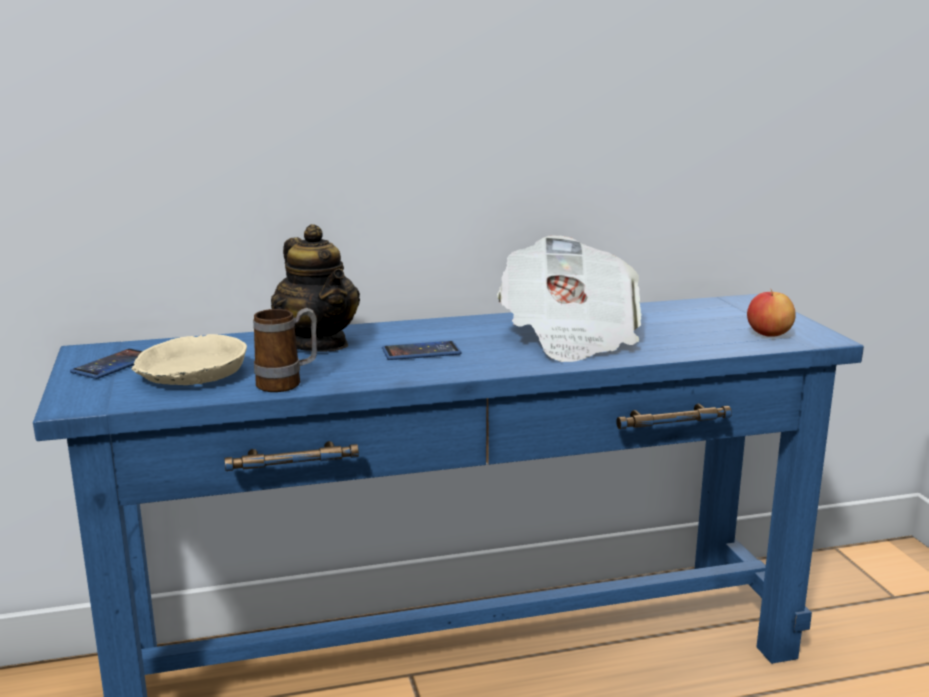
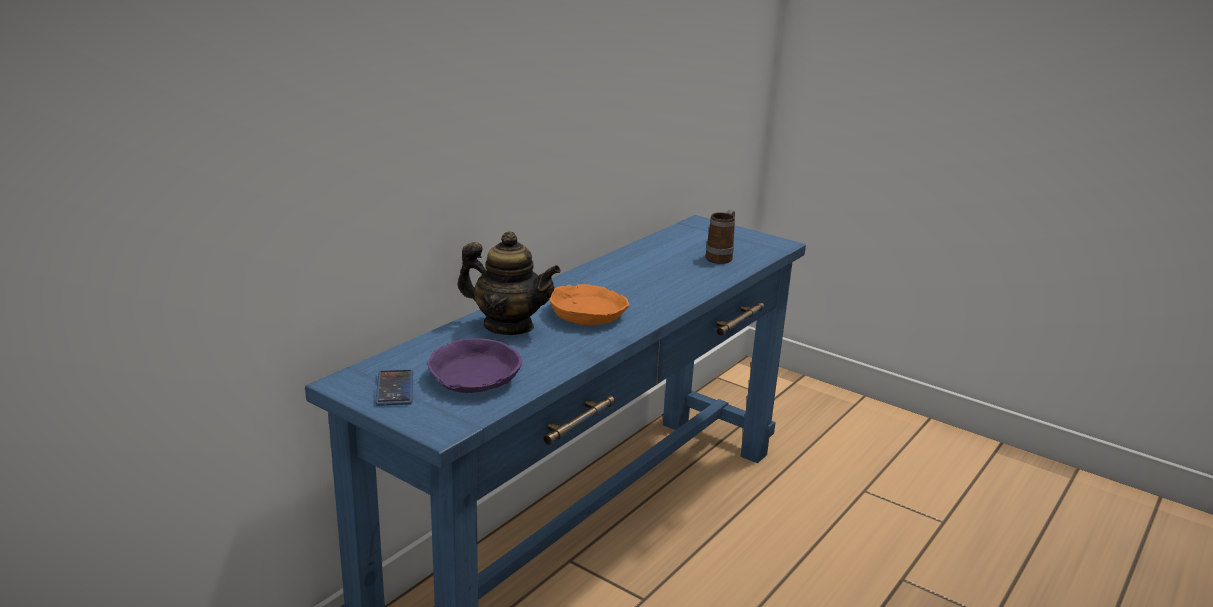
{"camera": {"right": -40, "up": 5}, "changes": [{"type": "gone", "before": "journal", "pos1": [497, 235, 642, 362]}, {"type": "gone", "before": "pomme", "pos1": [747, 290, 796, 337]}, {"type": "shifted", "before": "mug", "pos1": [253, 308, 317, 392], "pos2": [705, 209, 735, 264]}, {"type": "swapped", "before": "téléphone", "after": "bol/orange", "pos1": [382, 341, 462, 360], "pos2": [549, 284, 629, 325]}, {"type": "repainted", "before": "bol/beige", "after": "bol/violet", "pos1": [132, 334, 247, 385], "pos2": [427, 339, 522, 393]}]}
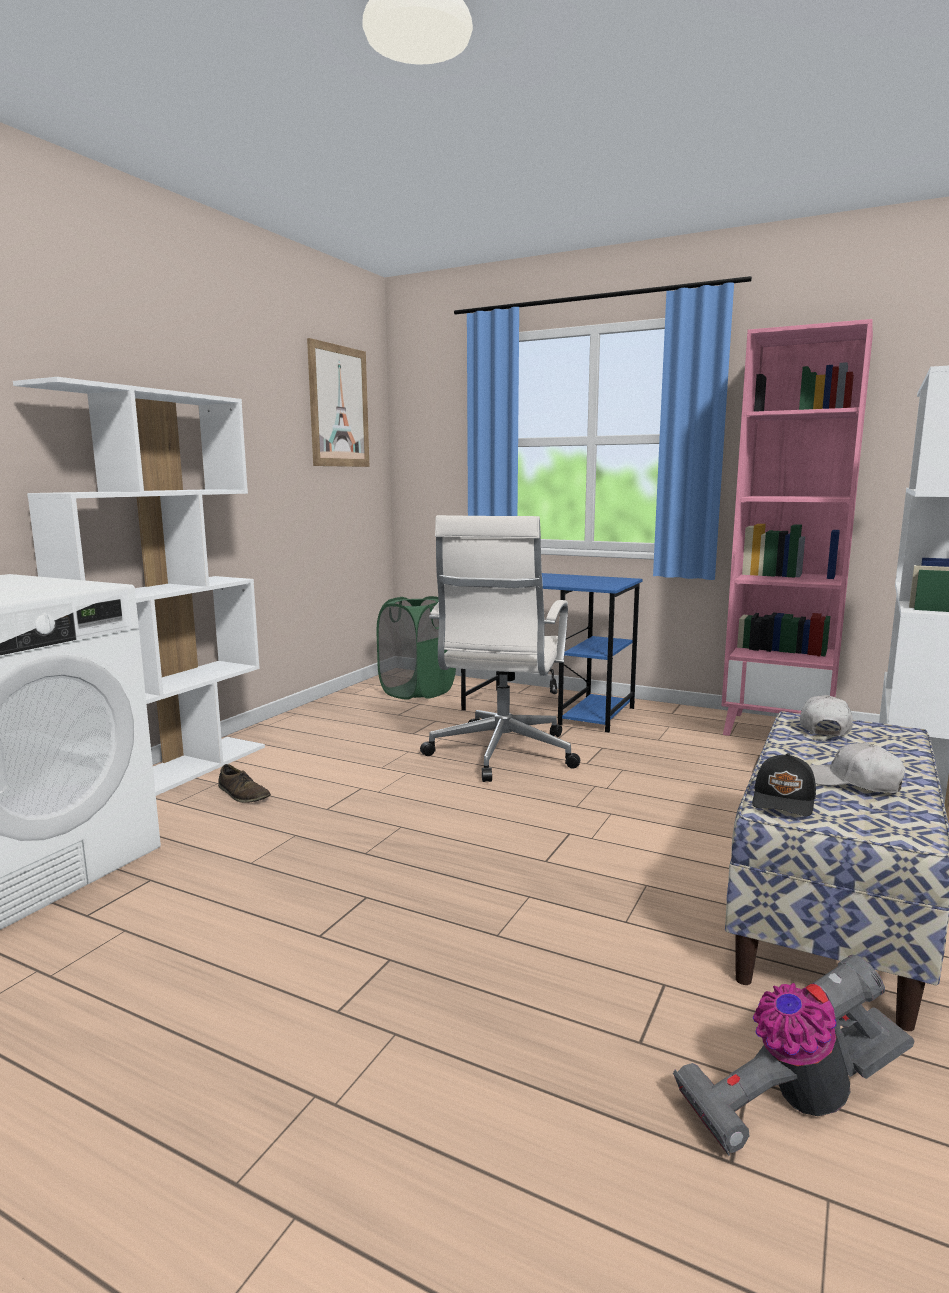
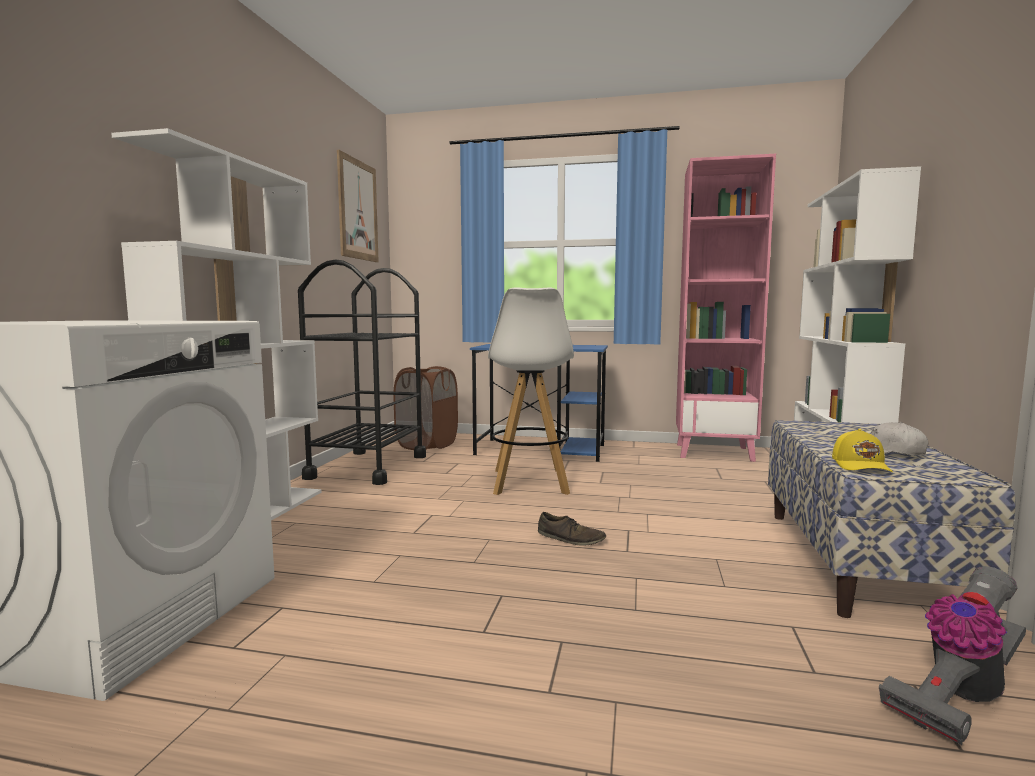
{"camera": {"right": -15, "up": -5}, "changes": [{"type": "gone", "before": "casquette/blanc", "pos1": [800, 695, 853, 736]}, {"type": "new", "after": "chariot/noir", "pos2": [298, 259, 426, 485]}, {"type": "shifted", "before": "chaussure/marron", "pos1": [218, 764, 271, 803], "pos2": [538, 512, 606, 546]}, {"type": "swapped", "before": "chaise de bureau/blanc", "after": "tabouret/blanc", "pos1": [420, 515, 580, 782], "pos2": [488, 287, 574, 495]}, {"type": "repainted", "before": "panier à linge/vert", "after": "panier à linge/marron", "pos1": [377, 596, 456, 700], "pos2": [393, 366, 458, 450]}, {"type": "repainted", "before": "casquette/noir", "after": "casquette/jaune", "pos1": [752, 753, 816, 816], "pos2": [832, 429, 893, 472]}]}
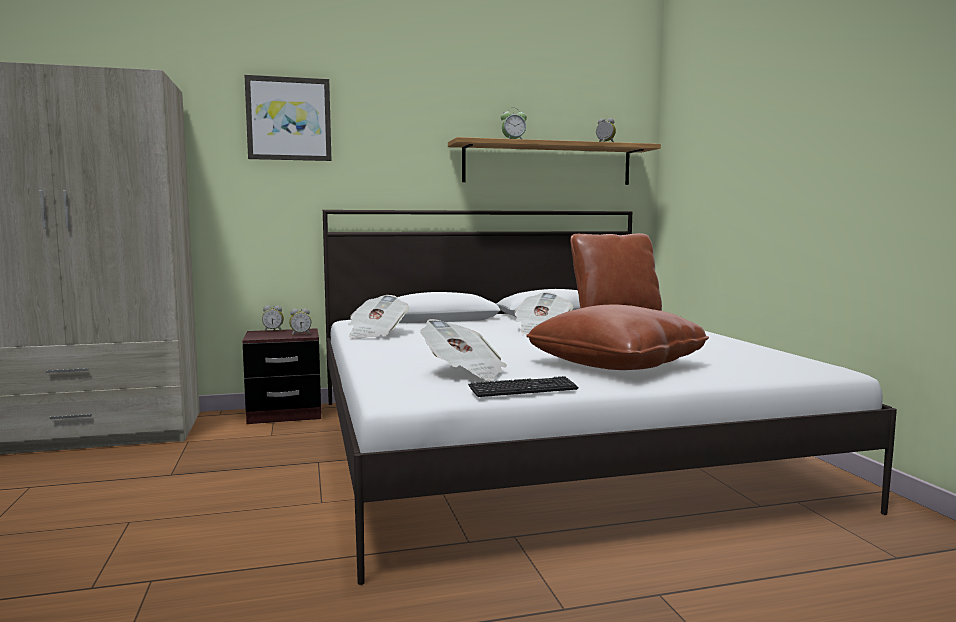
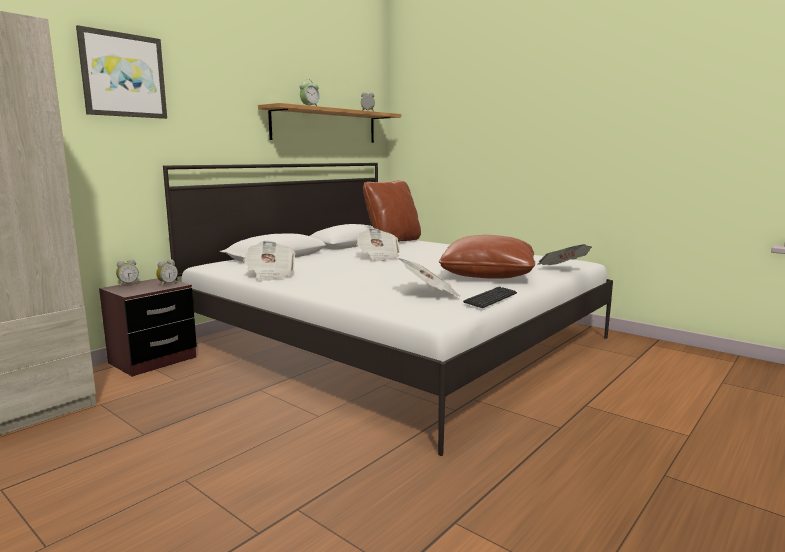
{"camera": {"right": -35, "up": 5}, "changes": [{"type": "new", "after": "journal", "pos2": [538, 244, 592, 265]}]}
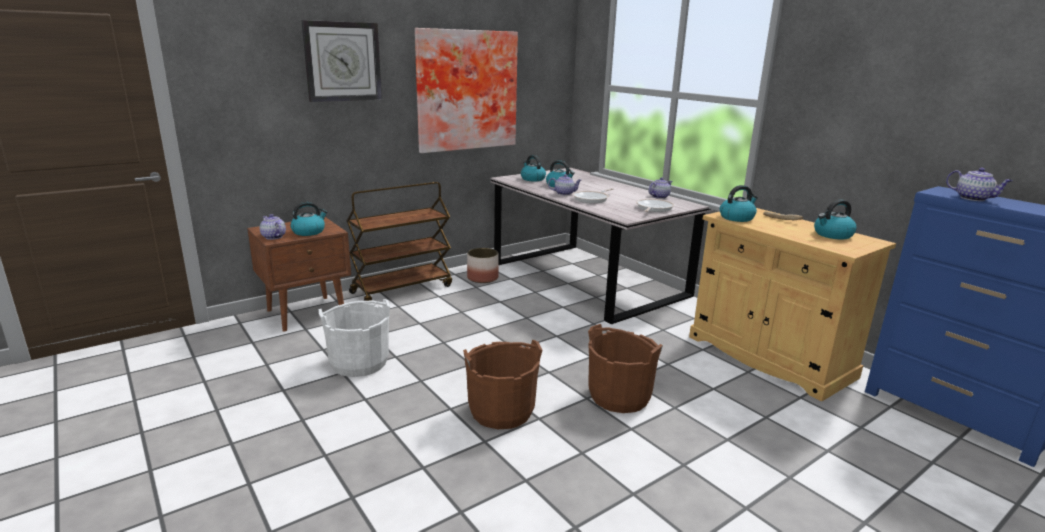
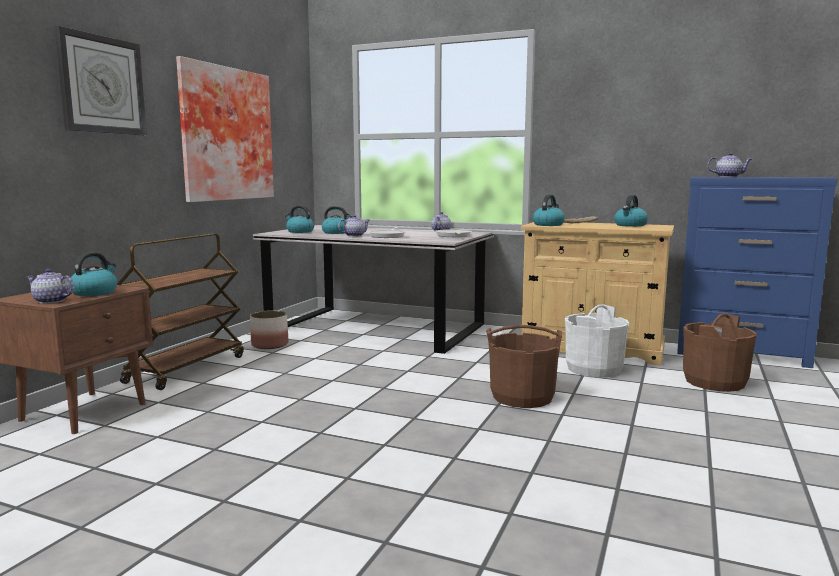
{"camera": {"right": -30, "up": -10}, "changes": [{"type": "shifted", "before": "seau/blanc", "pos1": [319, 299, 390, 377], "pos2": [565, 304, 629, 378]}, {"type": "shifted", "before": "seau/marron", "pos1": [463, 340, 543, 429], "pos2": [683, 313, 757, 392]}]}
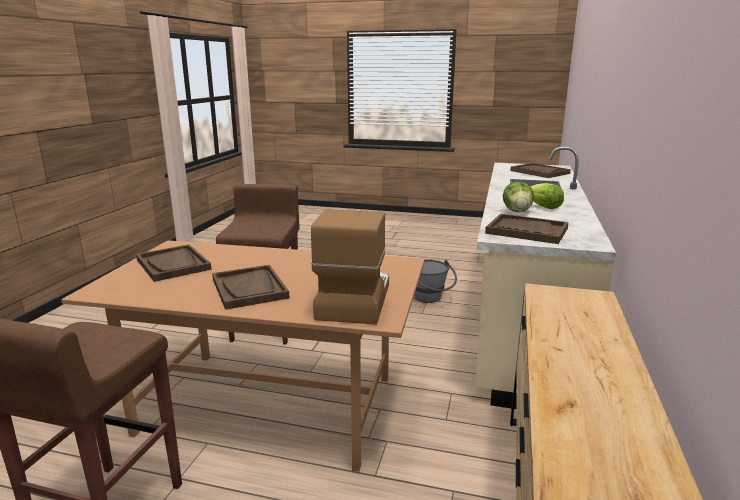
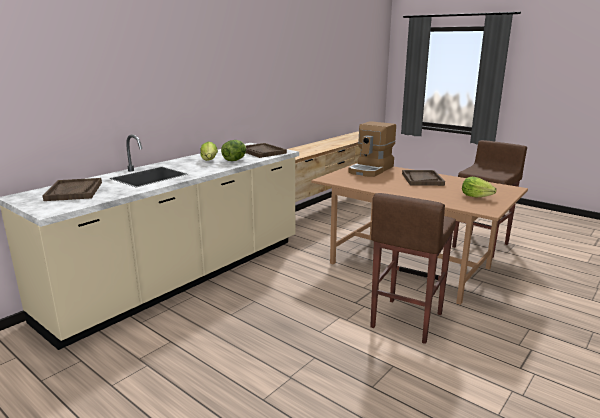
{"camera": {"right": -155, "up": 0}, "changes": [{"type": "gone", "before": "seau/gris", "pos1": [414, 259, 457, 303]}, {"type": "swapped", "before": "plateau/marron", "after": "laitue", "pos1": [136, 244, 212, 282], "pos2": [462, 177, 497, 198]}]}
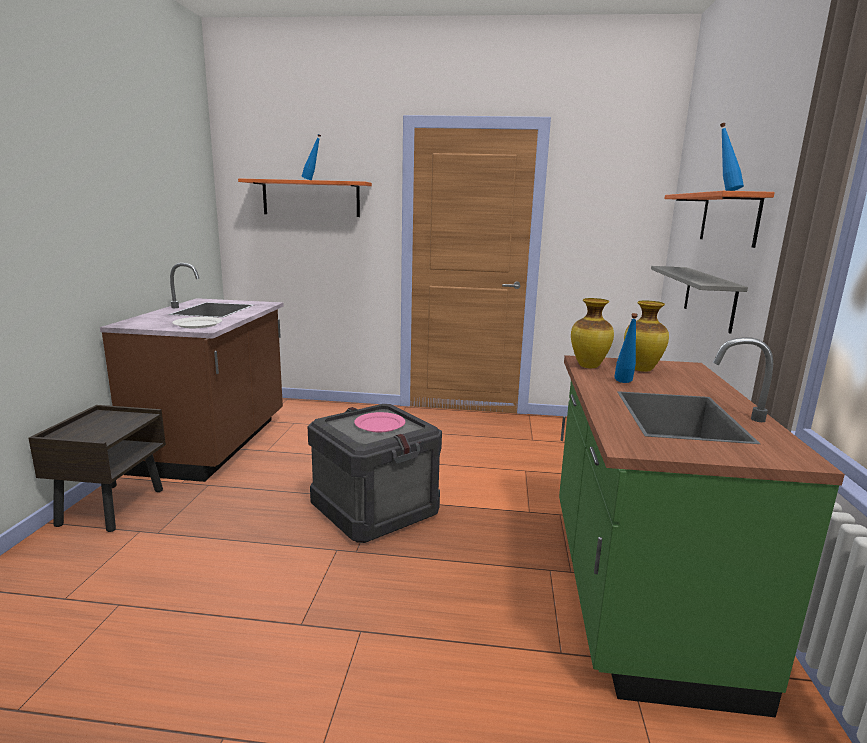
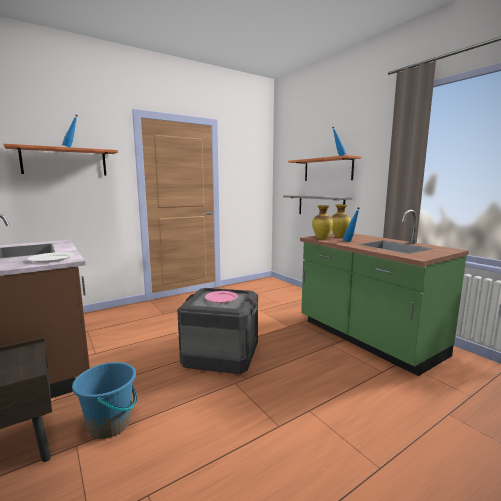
{"camera": {"right": -40, "up": -5}, "changes": [{"type": "new", "after": "seau/bleu", "pos2": [72, 362, 137, 439]}]}
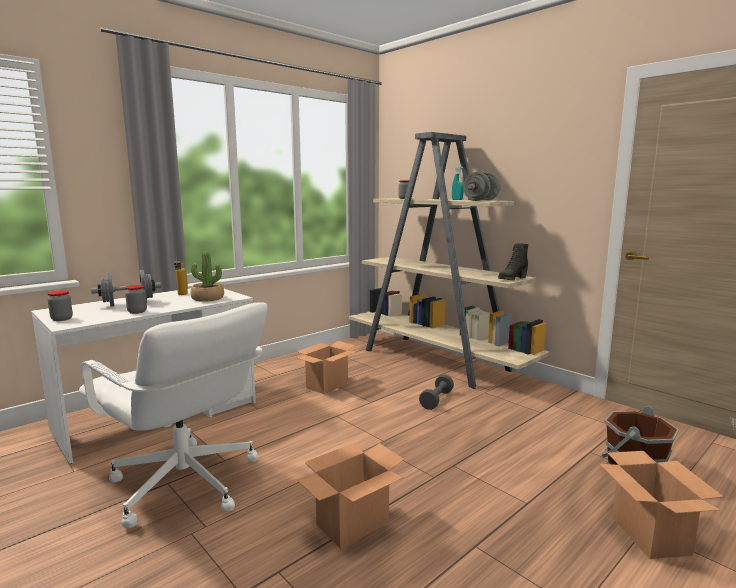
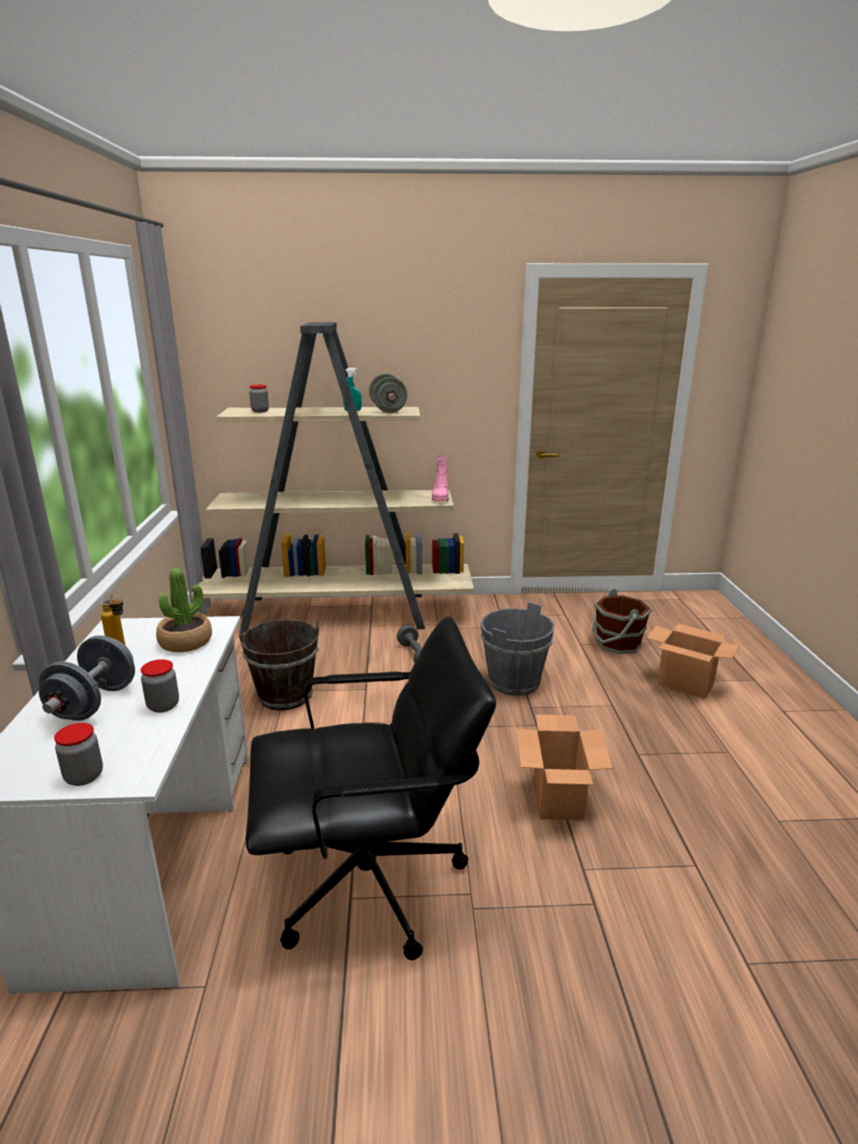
{"camera": {"right": -50, "up": 10}, "changes": [{"type": "new", "after": "seau/gris", "pos2": [480, 602, 555, 696]}, {"type": "swapped", "before": "carton", "after": "seau/marron", "pos1": [296, 341, 356, 394], "pos2": [239, 619, 319, 711]}, {"type": "repainted", "before": "chaise de bureau/blanc", "after": "chaise de bureau/noir", "pos1": [79, 302, 268, 528], "pos2": [246, 616, 496, 960]}, {"type": "repainted", "before": "botte/noir", "after": "botte/rose", "pos1": [498, 243, 528, 280], "pos2": [432, 455, 449, 501]}]}
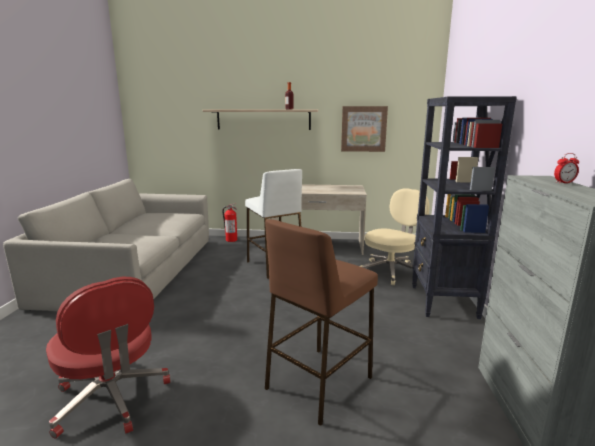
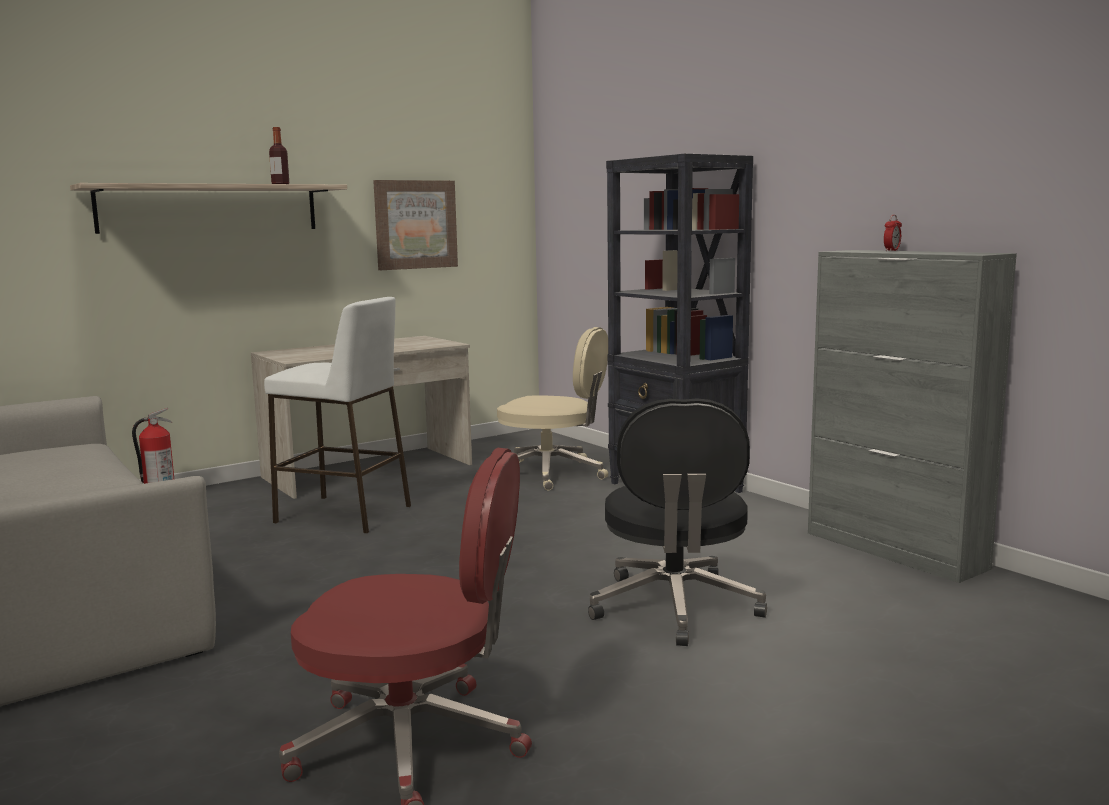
{"camera": {"right": -40, "up": -5}, "changes": [{"type": "swapped", "before": "tabouret/marron", "after": "chaise de bureau/noir", "pos1": [265, 219, 378, 426], "pos2": [588, 398, 767, 646]}, {"type": "rotated", "before": "chaise de bureau/beige", "pos1": [360, 188, 430, 285], "pos2": [497, 327, 608, 490], "turn": 105}]}
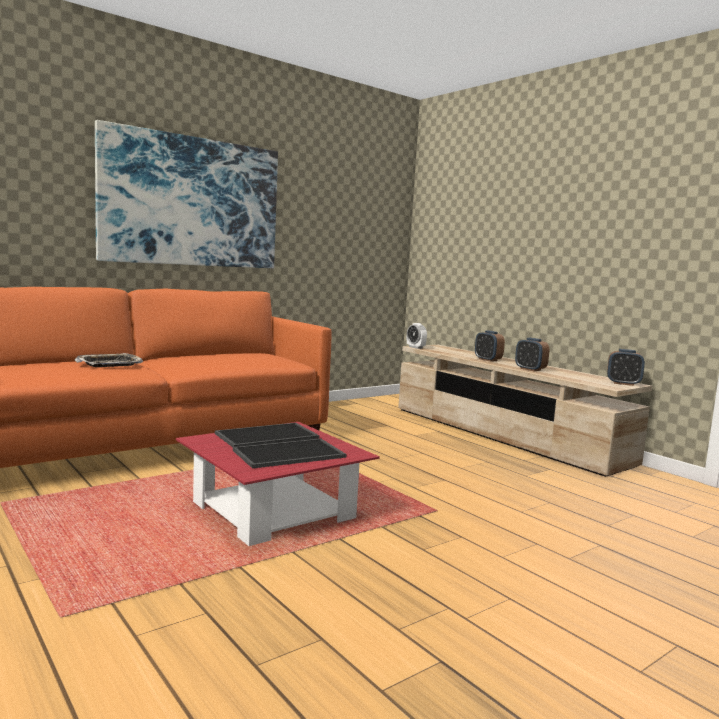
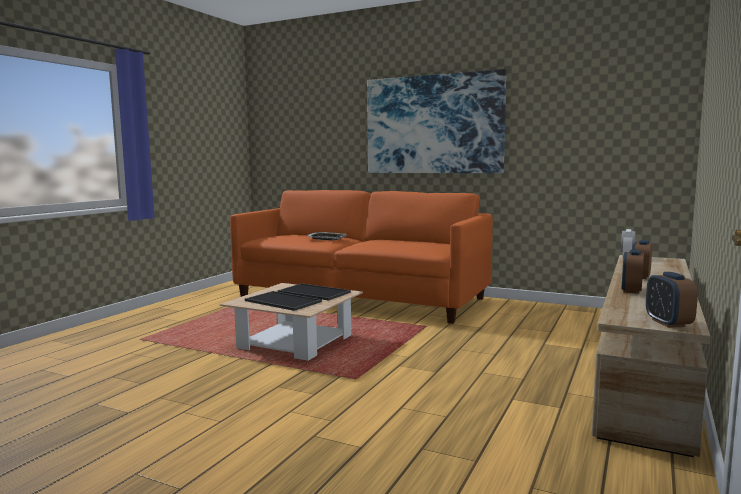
{"camera": {"right": 65, "up": 0}, "changes": [{"type": "repainted", "before": "table basse/rouge", "after": "table basse/beige", "pos1": [176, 422, 380, 546], "pos2": [220, 283, 363, 361]}]}
